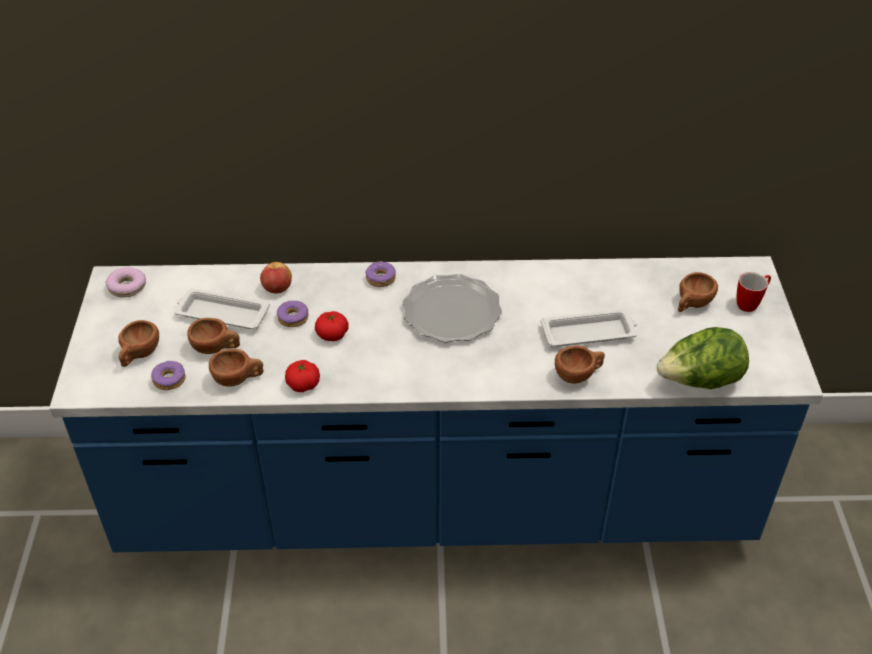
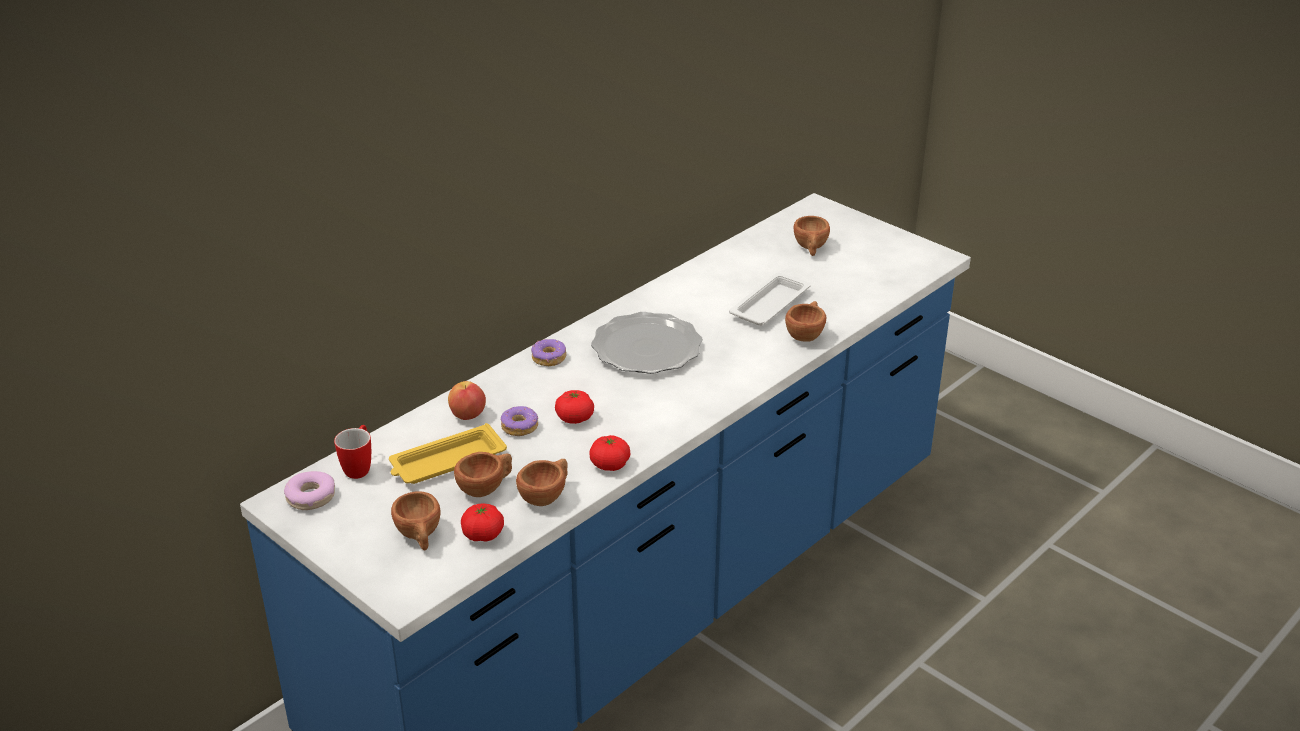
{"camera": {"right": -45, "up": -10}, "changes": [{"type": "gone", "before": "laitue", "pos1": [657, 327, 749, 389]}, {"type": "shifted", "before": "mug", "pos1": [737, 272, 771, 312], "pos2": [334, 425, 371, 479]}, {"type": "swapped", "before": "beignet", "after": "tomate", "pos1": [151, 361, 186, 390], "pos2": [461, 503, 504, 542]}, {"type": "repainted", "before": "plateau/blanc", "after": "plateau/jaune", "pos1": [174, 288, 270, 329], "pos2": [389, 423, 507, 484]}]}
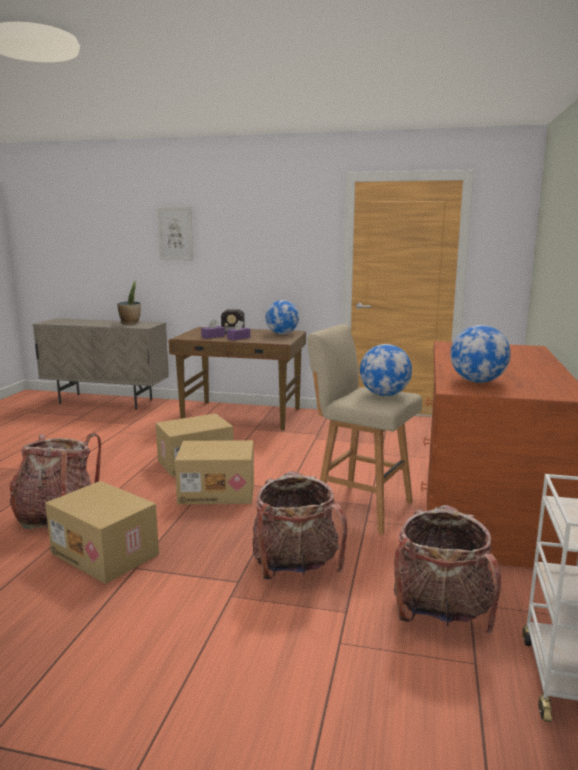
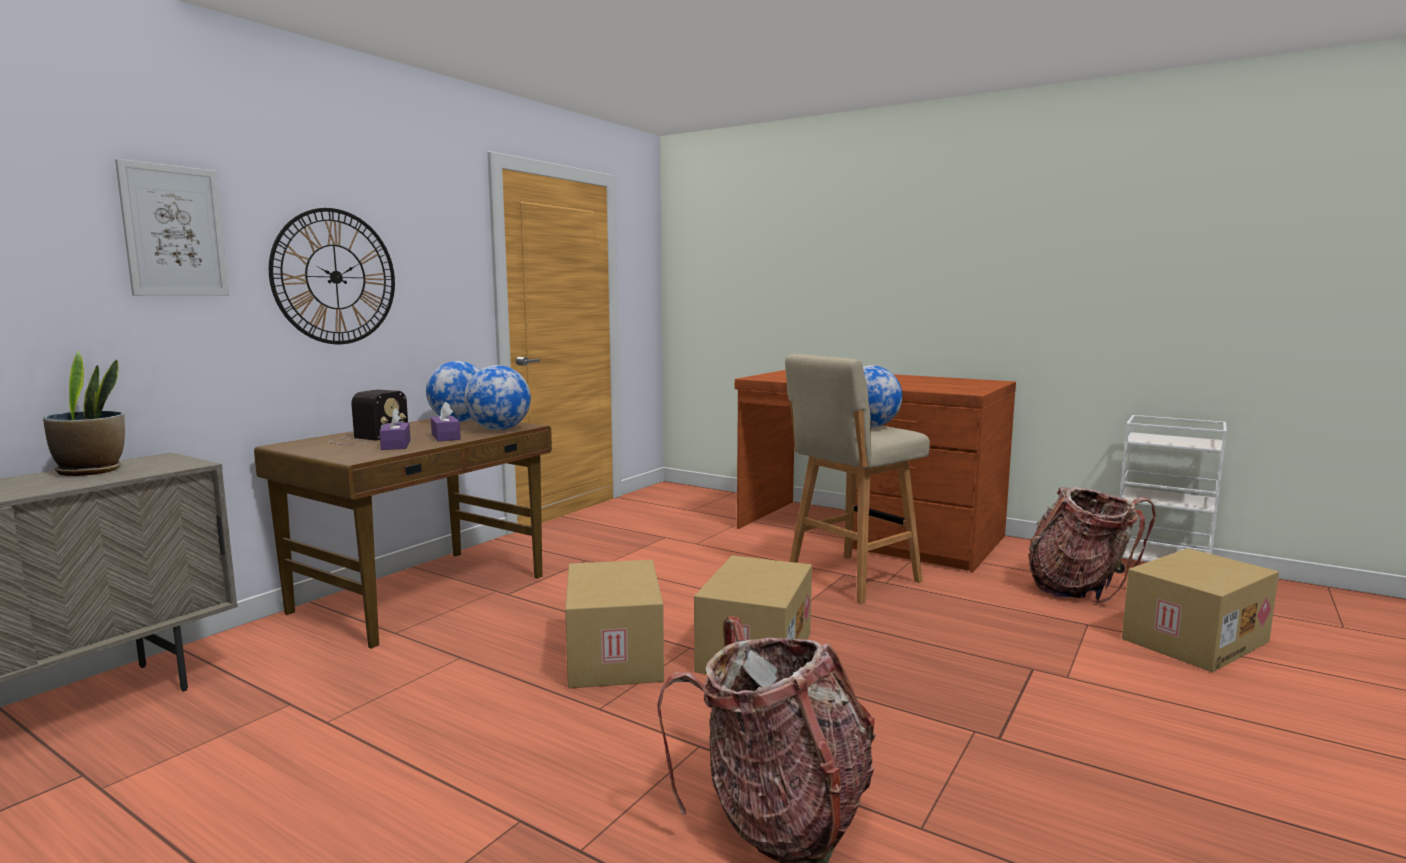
{"camera": {"right": -70, "up": -5}, "changes": [{"type": "gone", "before": "sac à dos", "pos1": [253, 471, 347, 580]}, {"type": "new", "after": "horloge murale", "pos2": [269, 208, 395, 344]}, {"type": "shifted", "before": "carton", "pos1": [45, 481, 159, 584], "pos2": [1122, 548, 1279, 672]}, {"type": "shifted", "before": "globe", "pos1": [450, 325, 511, 383], "pos2": [464, 365, 531, 430]}]}
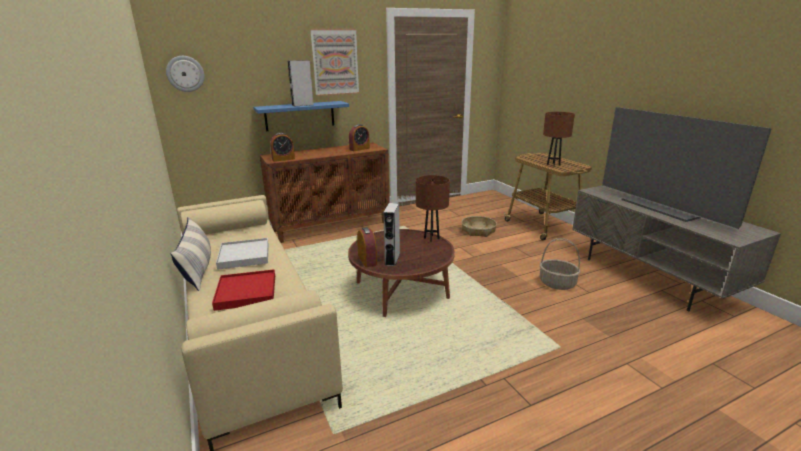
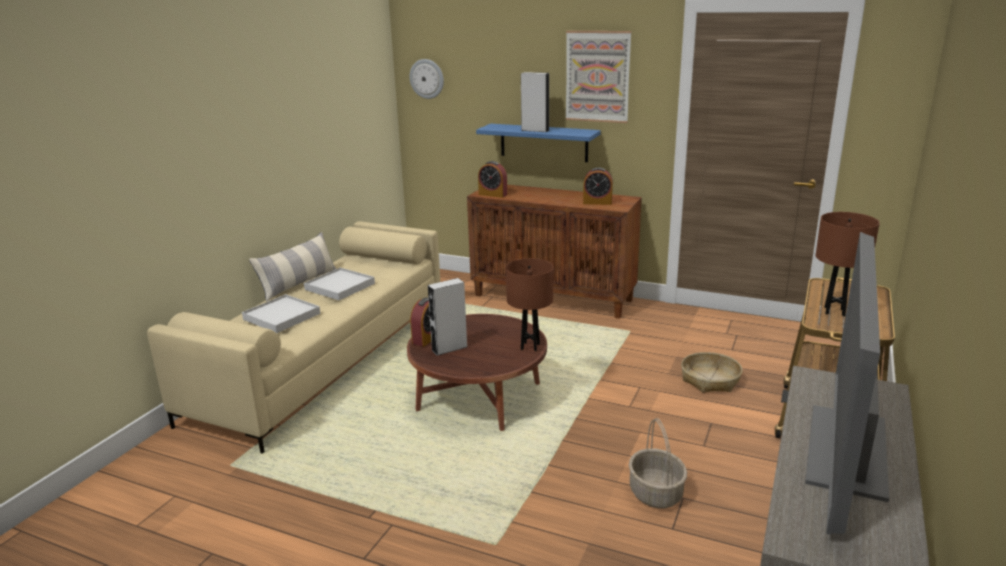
{"camera": {"right": 50, "up": 0}, "changes": [{"type": "repainted", "before": "plateau/rouge", "after": "plateau/blanc", "pos1": [212, 269, 275, 311], "pos2": [242, 294, 320, 333]}]}
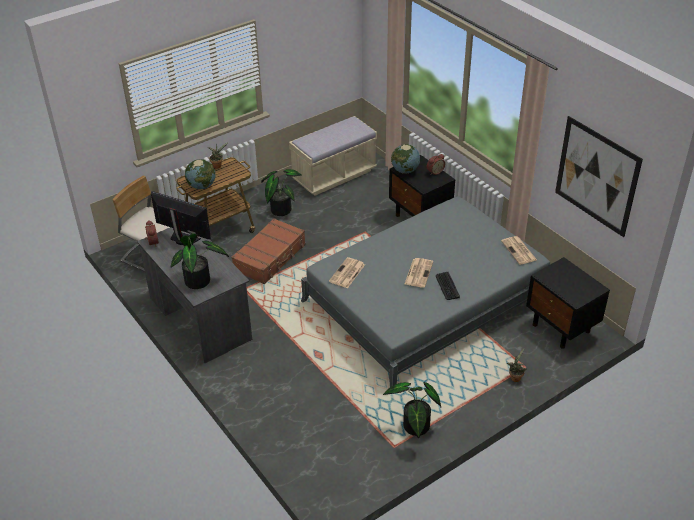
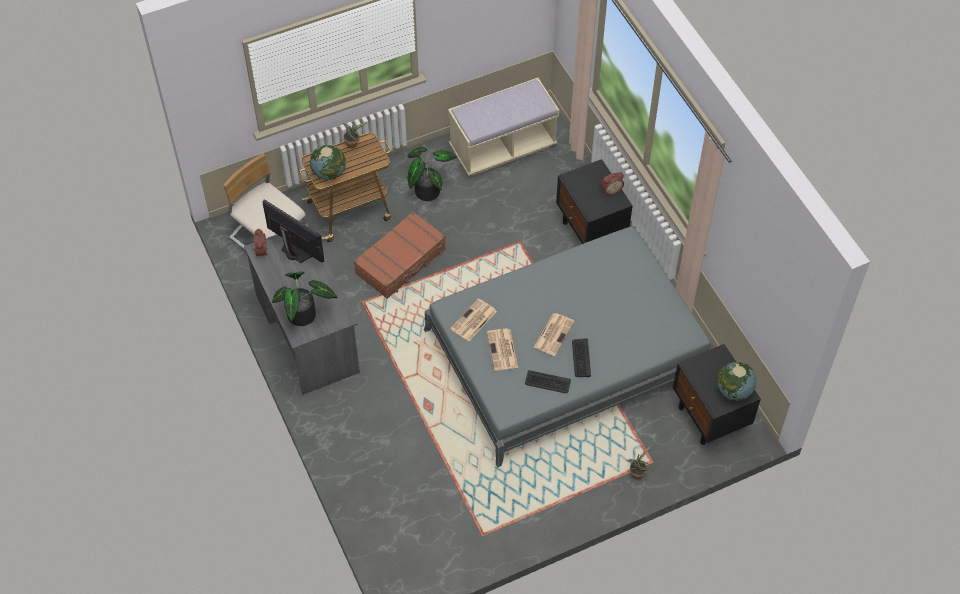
{"camera": {"right": 10, "up": 15}, "changes": [{"type": "gone", "before": "plante en pot", "pos1": [383, 382, 441, 438]}, {"type": "gone", "before": "tableau", "pos1": [555, 116, 643, 237]}, {"type": "new", "after": "clavier", "pos2": [525, 370, 571, 393]}, {"type": "shifted", "before": "globe", "pos1": [391, 144, 420, 174], "pos2": [717, 362, 757, 401]}, {"type": "shifted", "before": "journal", "pos1": [501, 236, 537, 265], "pos2": [487, 328, 518, 371]}]}
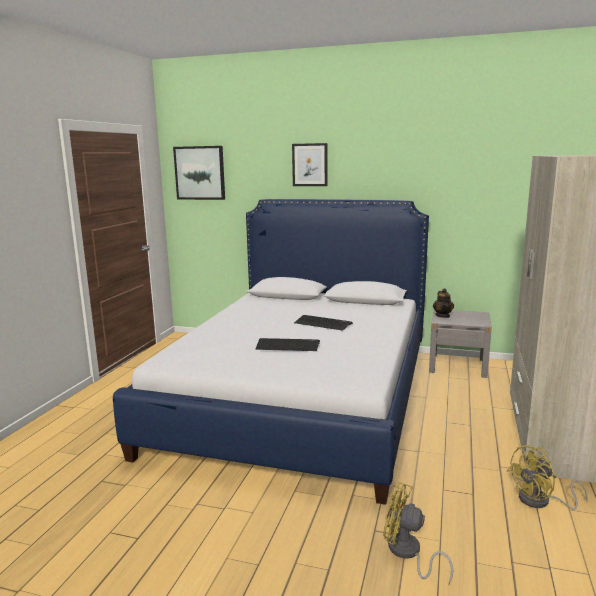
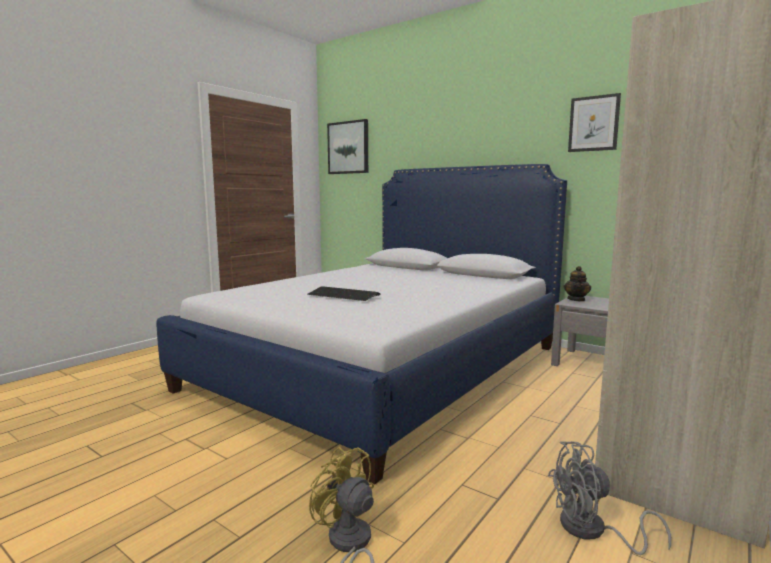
{"camera": {"right": 20, "up": -5}, "changes": [{"type": "gone", "before": "clavier", "pos1": [294, 315, 353, 331]}, {"type": "shifted", "before": "tableau", "pos1": [292, 143, 328, 186], "pos2": [568, 93, 621, 152]}, {"type": "repainted", "before": "ventilateur/jaune", "after": "ventilateur/gris", "pos1": [507, 445, 588, 510], "pos2": [548, 441, 671, 555]}]}
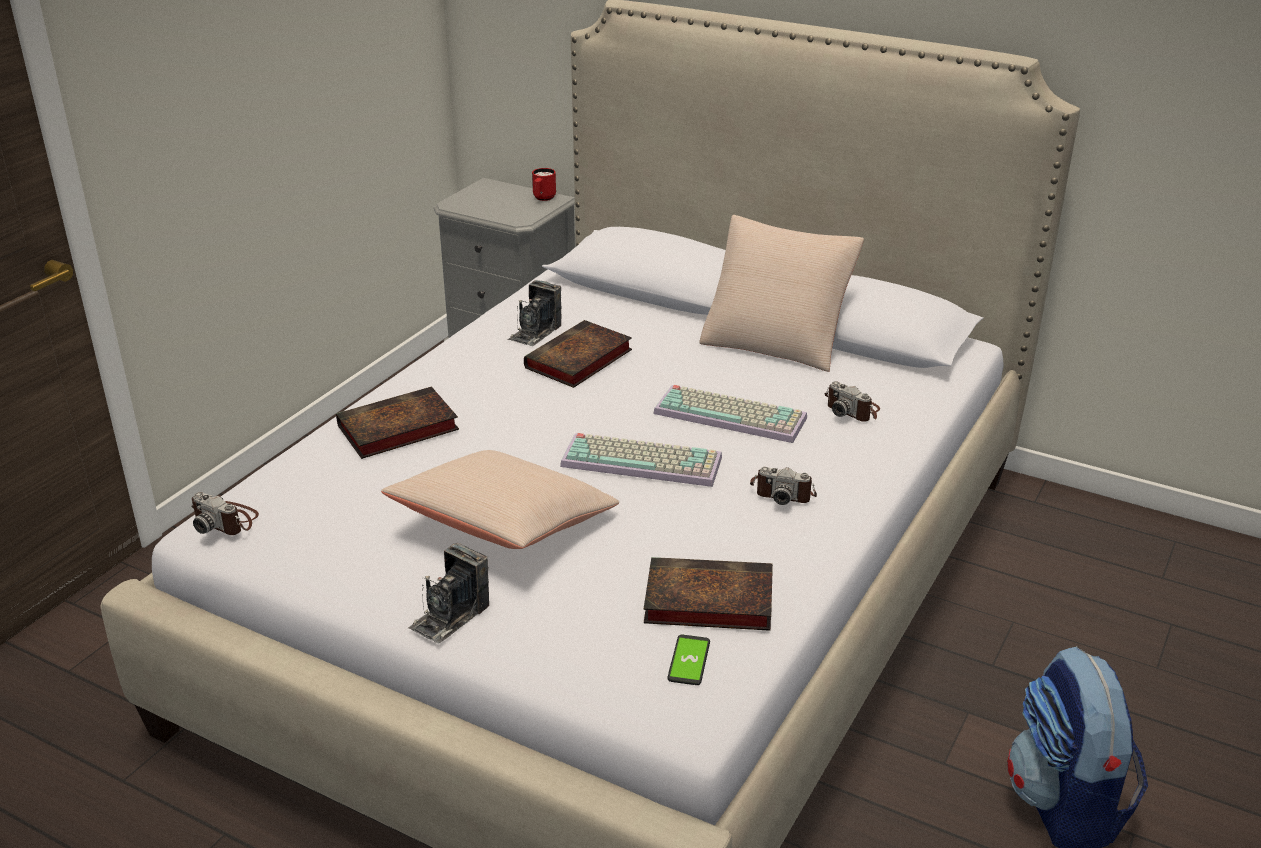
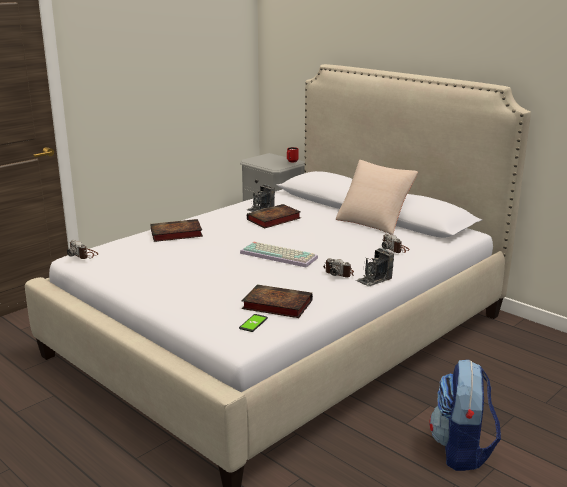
{"camera": {"right": 15, "up": -10}, "changes": [{"type": "gone", "before": "coussin/beige", "pos1": [381, 450, 619, 549]}, {"type": "gone", "before": "clavier", "pos1": [653, 385, 807, 443]}, {"type": "shifted", "before": "appareil photo", "pos1": [408, 543, 489, 644], "pos2": [356, 248, 394, 287]}]}
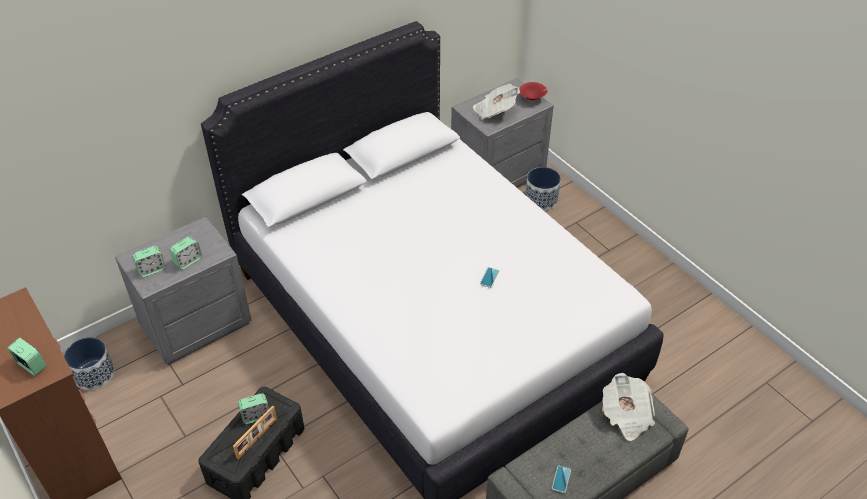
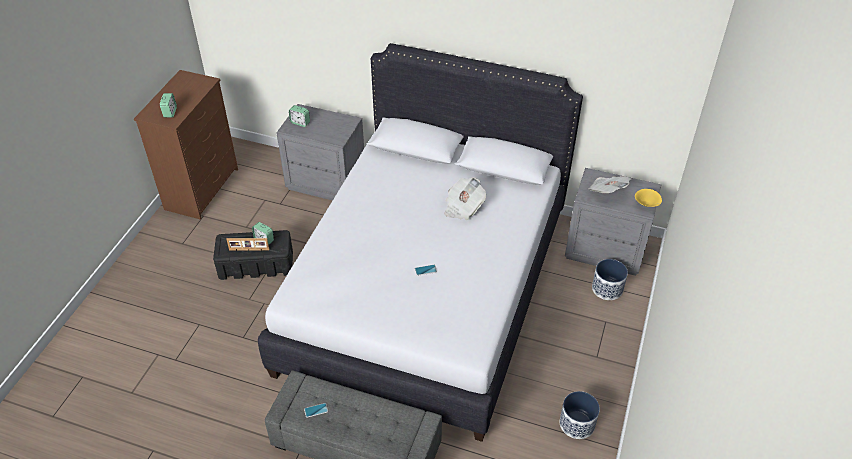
{"camera": {"right": 55, "up": 0}, "changes": [{"type": "gone", "before": "réveil", "pos1": [170, 236, 202, 270]}, {"type": "shifted", "before": "cache-pot", "pos1": [64, 337, 115, 390], "pos2": [560, 391, 600, 439]}, {"type": "shifted", "before": "journal", "pos1": [602, 373, 655, 441], "pos2": [445, 178, 486, 220]}, {"type": "repainted", "before": "bol/rouge", "after": "bol/jaune", "pos1": [519, 82, 548, 101], "pos2": [635, 189, 662, 207]}]}
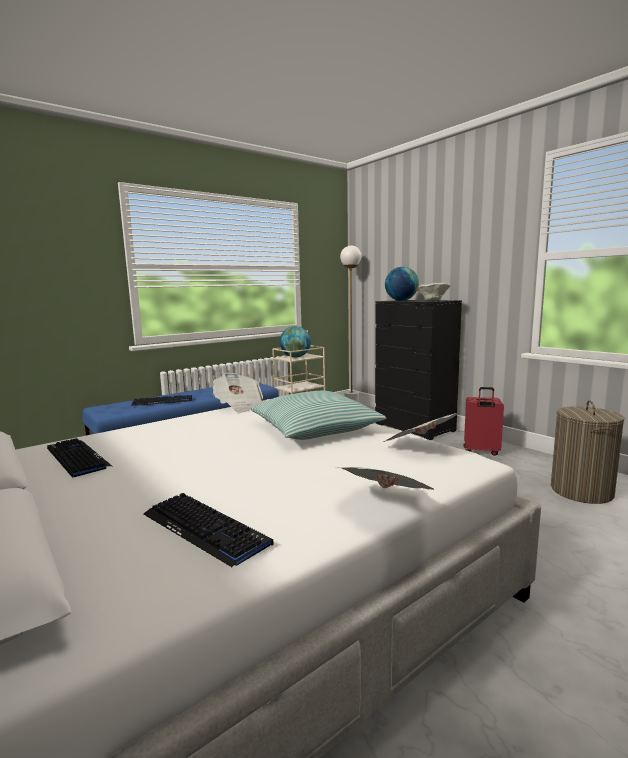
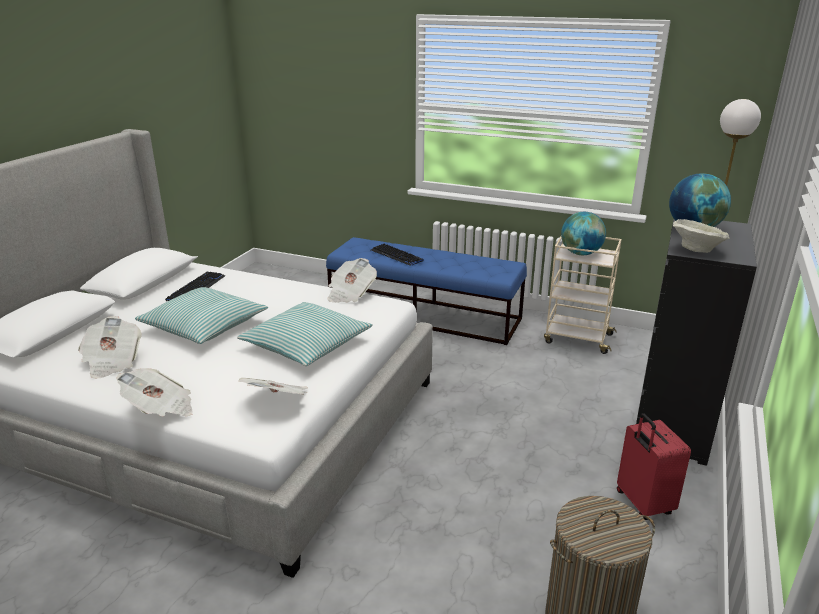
{"camera": {"right": 60, "up": 15}, "changes": [{"type": "new", "after": "coussin", "pos2": [135, 287, 268, 344]}, {"type": "swapped", "before": "clavier", "after": "journal", "pos1": [144, 493, 274, 567], "pos2": [78, 316, 142, 379]}]}
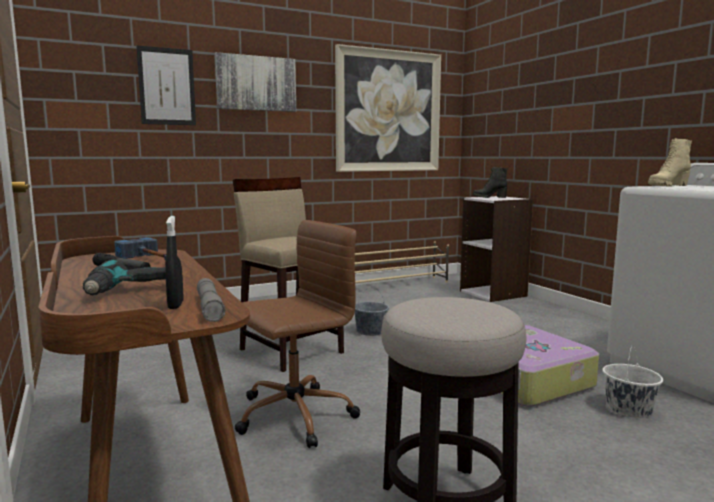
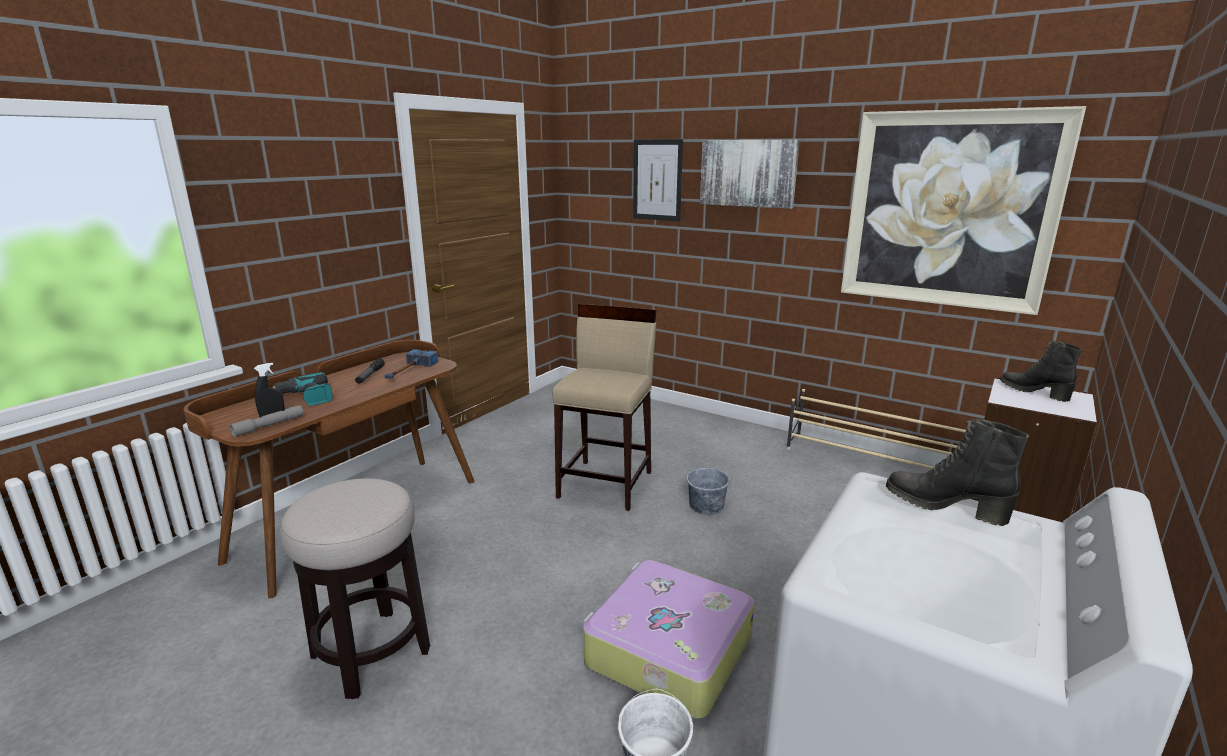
{"camera": {"right": 60, "up": 10}, "changes": [{"type": "gone", "before": "chaise de bureau/marron", "pos1": [235, 220, 360, 448]}, {"type": "repainted", "before": "botte/beige", "after": "botte/noir", "pos1": [648, 138, 692, 186], "pos2": [886, 419, 1029, 526]}]}
